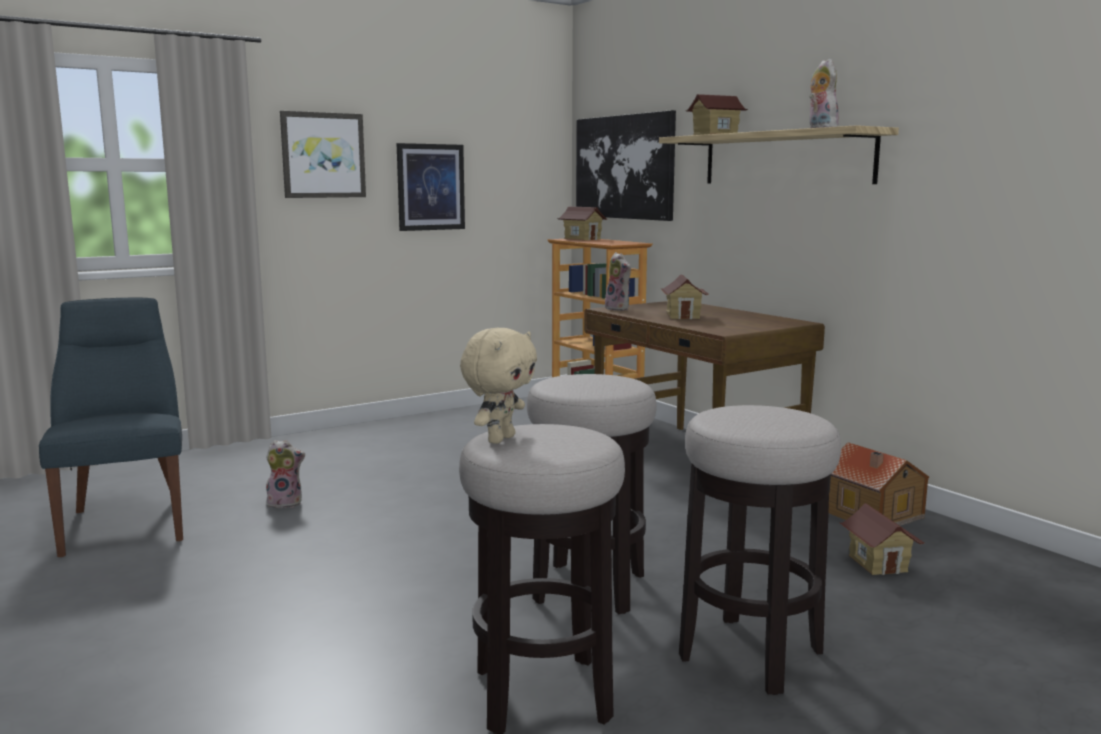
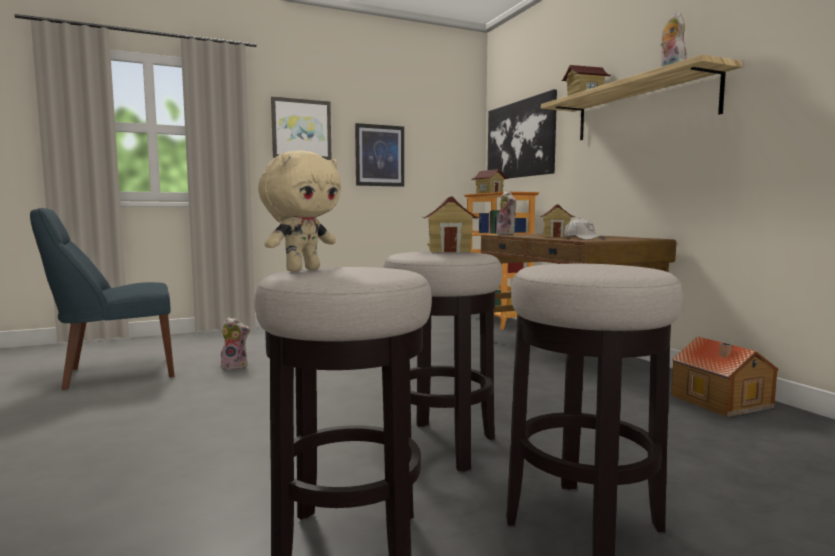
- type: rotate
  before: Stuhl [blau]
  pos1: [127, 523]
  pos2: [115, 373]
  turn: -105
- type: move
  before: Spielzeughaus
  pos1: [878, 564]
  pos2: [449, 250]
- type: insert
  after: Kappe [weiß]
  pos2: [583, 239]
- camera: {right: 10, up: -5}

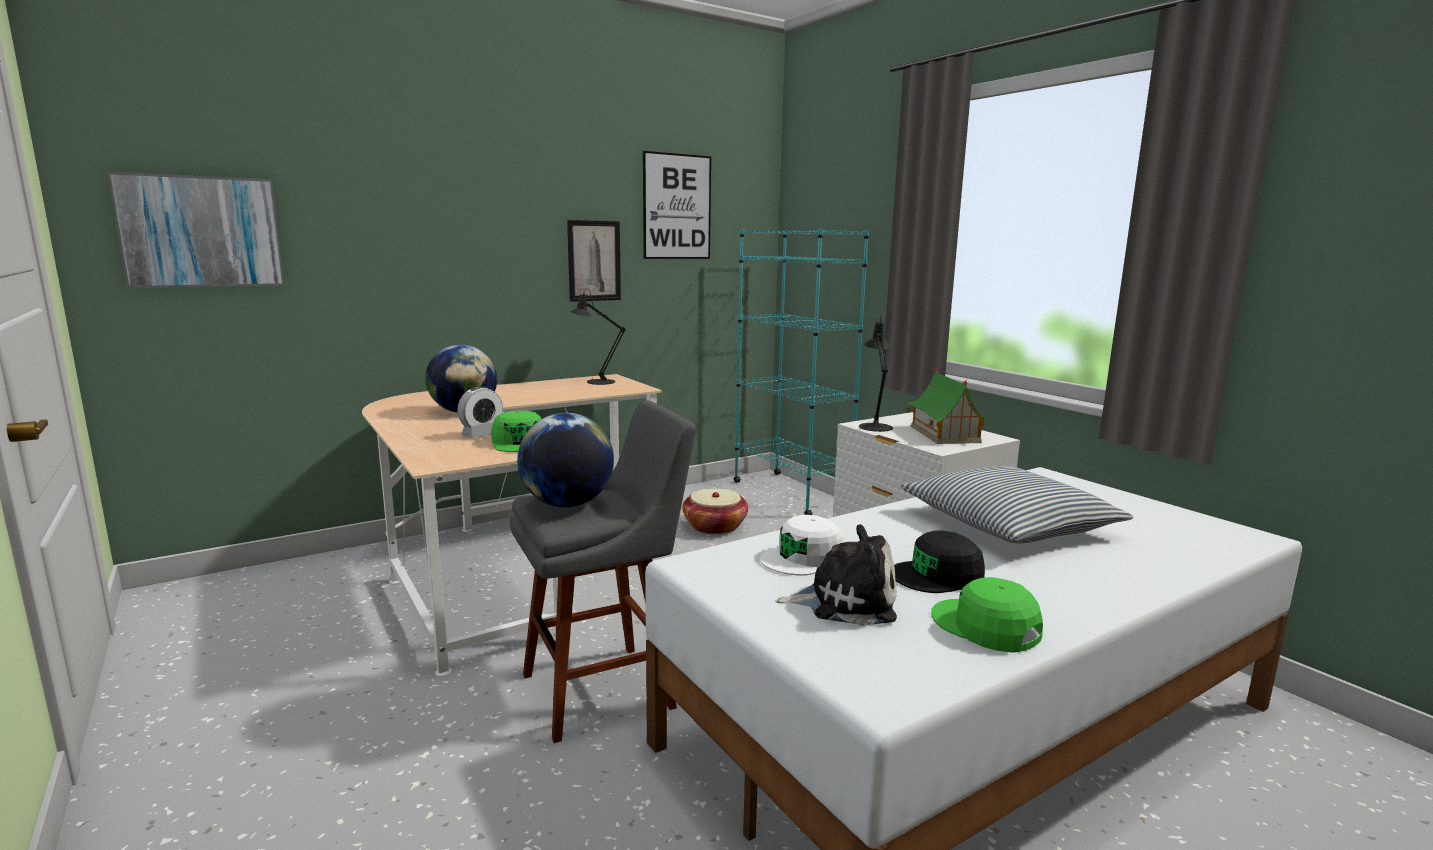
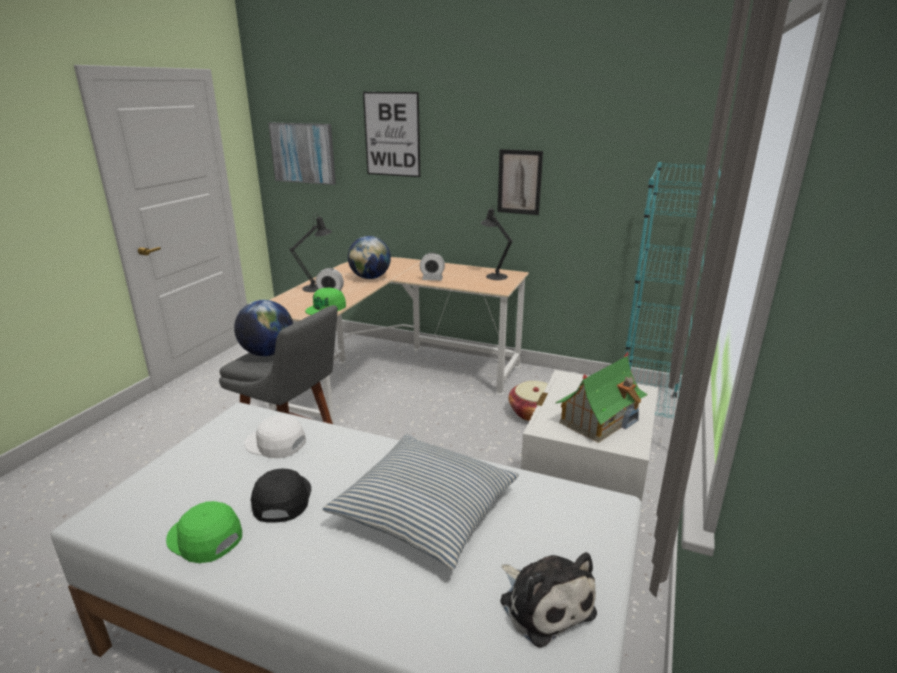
- type: move
  before: Bild
  pos1: [677, 207]
  pos2: [392, 134]
- type: move
  before: Plüschtier
  pos1: [845, 601]
  pos2: [544, 603]
- type: move
  before: Tischlampe [schwarz]
  pos1: [874, 426]
  pos2: [317, 287]
- type: rotate
  before: Kappe [schwarz]
  pos1: [937, 576]
  pos2: [282, 499]
  turn: 45
- type: rotate
  before: Kappe [grün]
  pos1: [985, 626]
  pos2: [205, 537]
  turn: -75
- type: insert
  after: Wecker
  pos2: [432, 279]
- camera: {right: 55, up: 10}

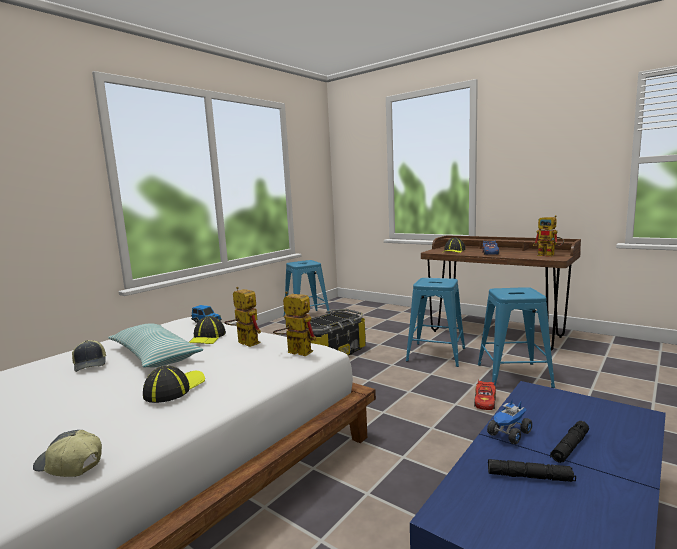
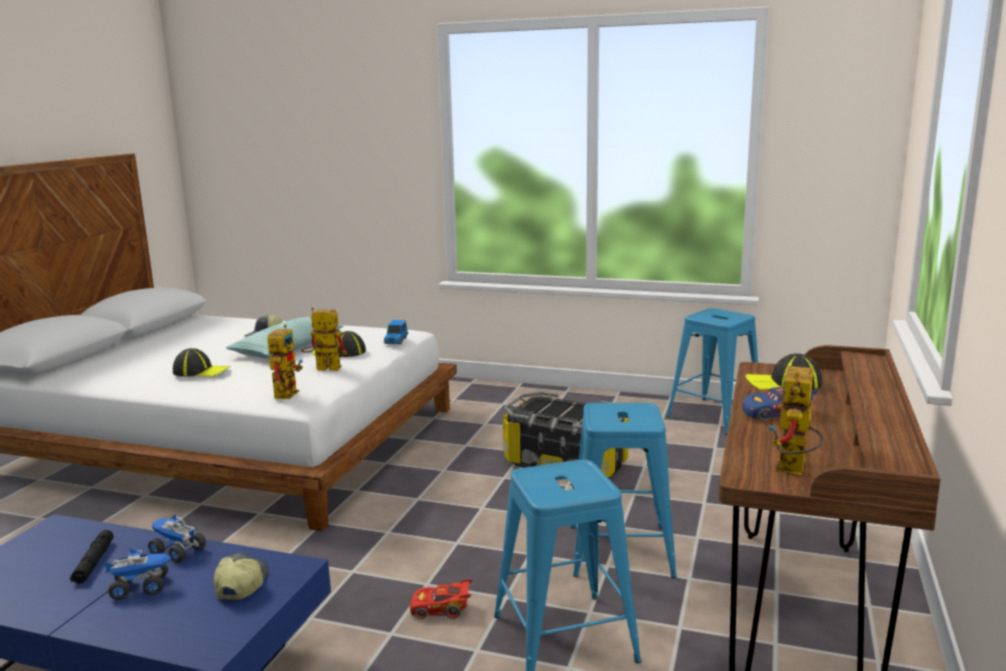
- type: move
  before: Kappe
  pos1: [69, 466]
  pos2: [241, 584]
- type: rotate
  before: Spielzeugroboter
  pos1: [244, 342]
  pos2: [323, 369]
  turn: -105
- type: replace
  before: Taschenlampe [schwarz]
  after: Spielzeuglaster
  pos1: [570, 447]
  pos2: [141, 587]
- camera: {right: 70, up: 5}

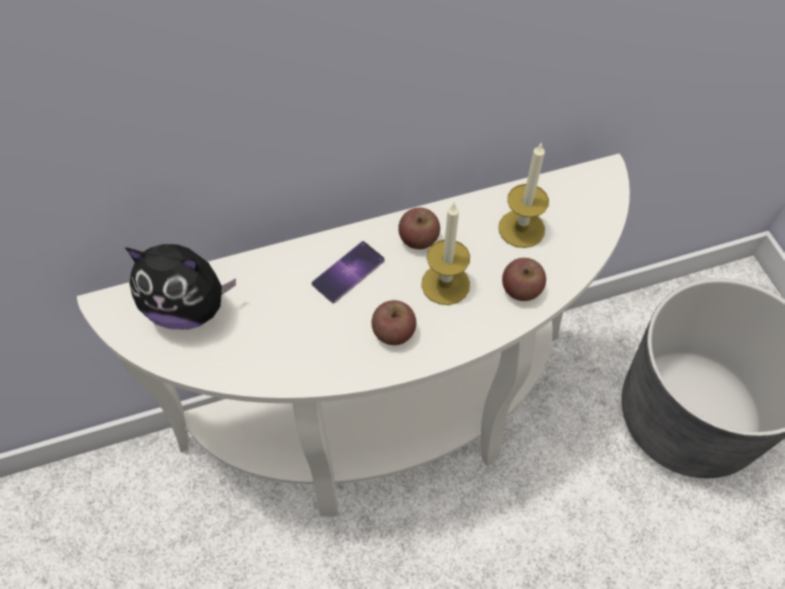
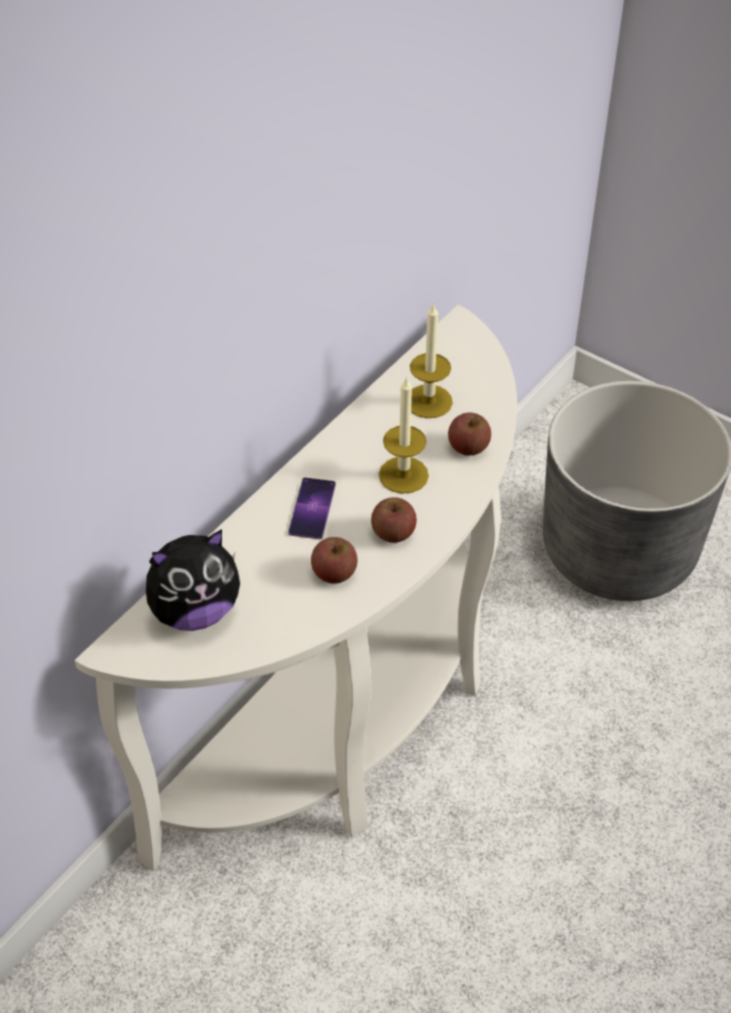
- type: move
  before: Apfel
  pos1: [418, 239]
  pos2: [334, 573]
- camera: {right: -35, up: -10}

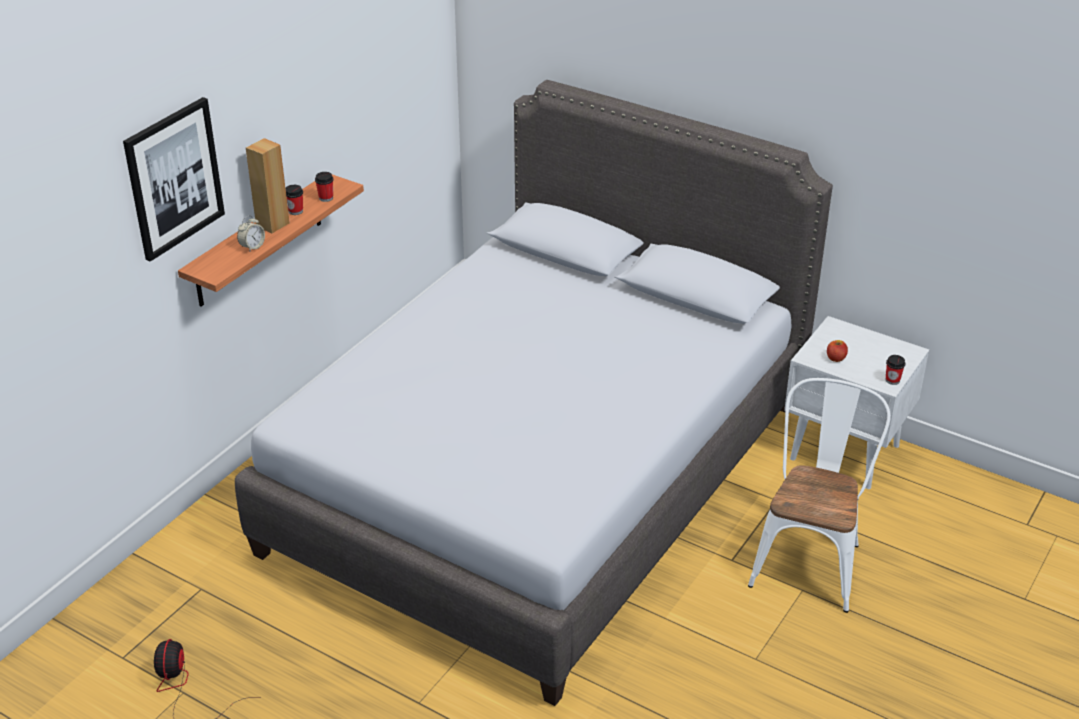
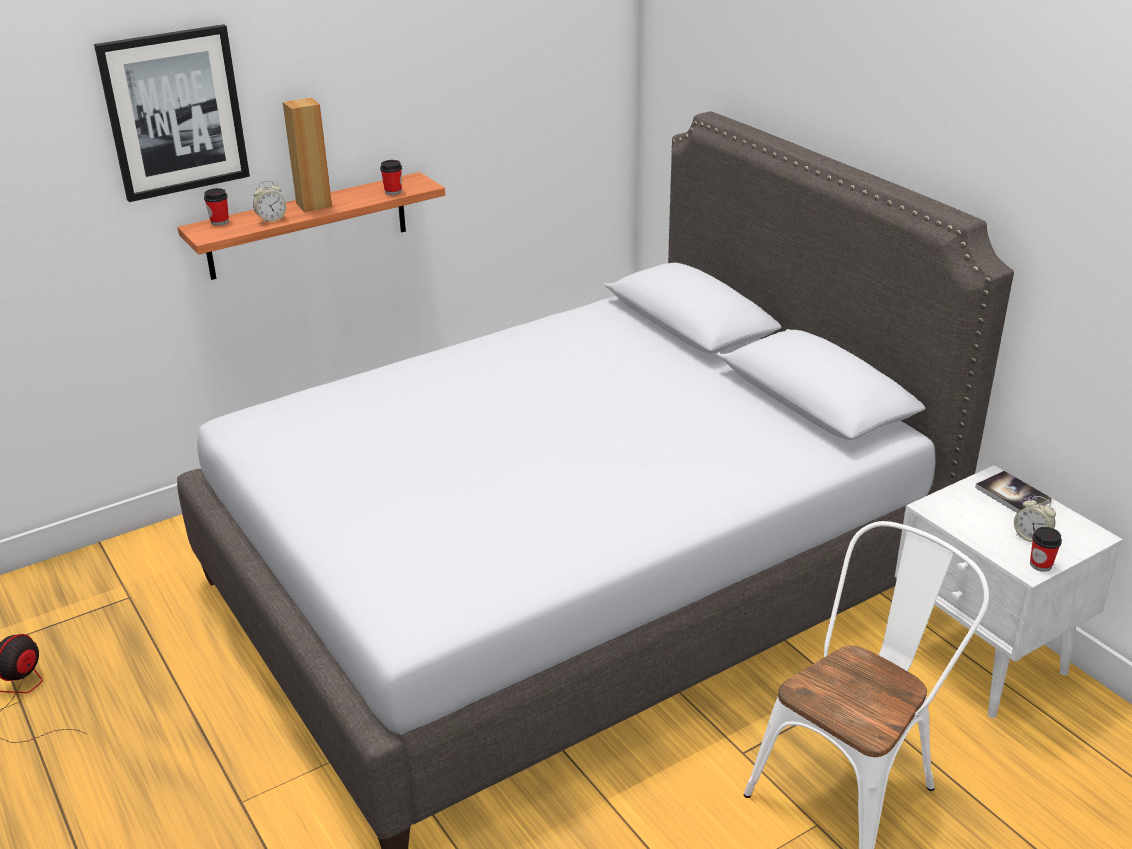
- type: move
  before: Tasse
  pos1: [295, 211]
  pos2: [220, 222]
- type: delete
  before: Apfel
  pos1: [835, 358]
- type: insert
  after: Buch
  pos2: [1012, 495]
- type: insert
  after: Wecker
  pos2: [1031, 537]
- camera: {right: 25, up: -5}

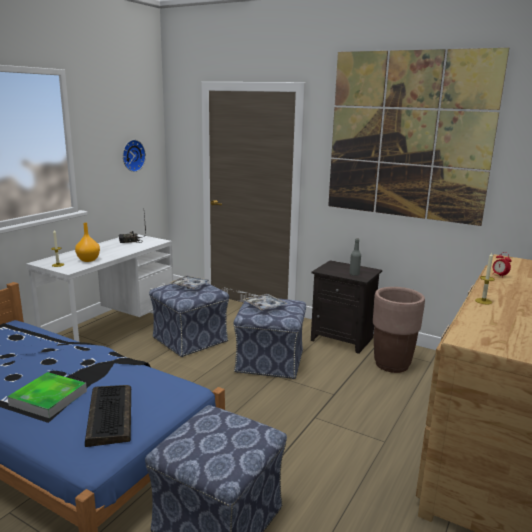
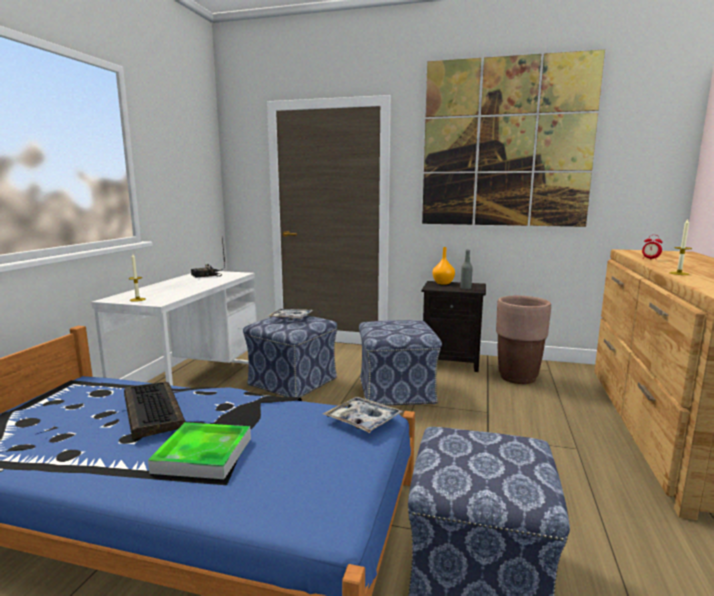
- type: move
  before: Vase [orange]
  pos1: [89, 260]
  pos2: [443, 283]
- type: move
  before: Tastatur
  pos1: [109, 415]
  pos2: [152, 410]
- type: delete
  before: Wanduhr
  pos1: [132, 155]
- type: move
  before: Tablett
  pos1: [264, 306]
  pos2: [363, 420]
- camera: {right: -15, up: -5}

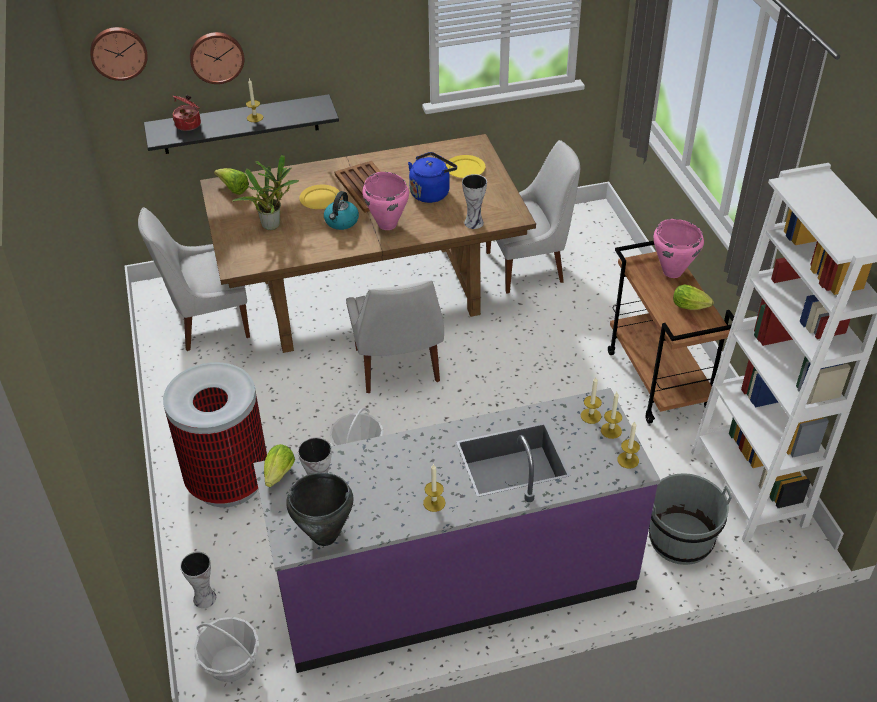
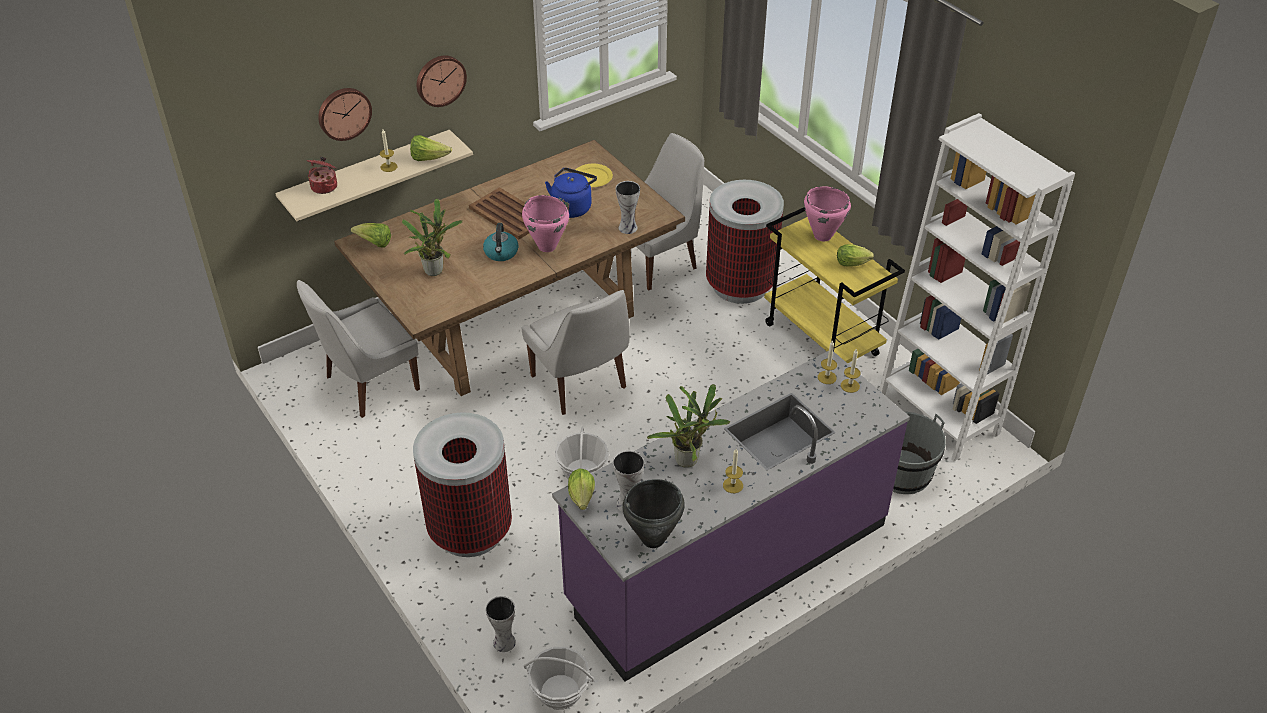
- type: move
  before: Wanduhr
  pos1: [118, 52]
  pos2: [440, 80]
- type: recolor
  before: Wandregal [schwarz]
  after: Wandregal [beige]
  pos1: [240, 124]
  pos2: [367, 176]
- type: delete
  before: Teller [gelb]
  pos1: [320, 199]
- type: recolor
  before: Rollwagen [braun]
  after: Rollwagen [gelb]
  pos1: [659, 381]
  pos2: [822, 339]
- type: delete
  before: Kerze
  pos1: [628, 460]
- type: insert
  after: Salatkopf
  pos2: [429, 158]
- type: insert
  after: Topfpflanze
  pos2: [689, 459]
- type: insert
  after: Mülleimer
  pos2: [740, 285]
- camera: {right: -20, up: 0}

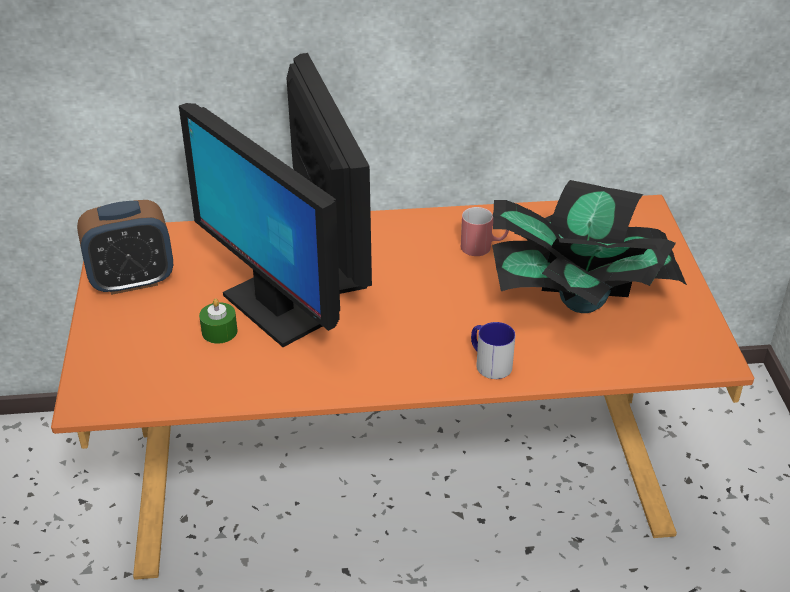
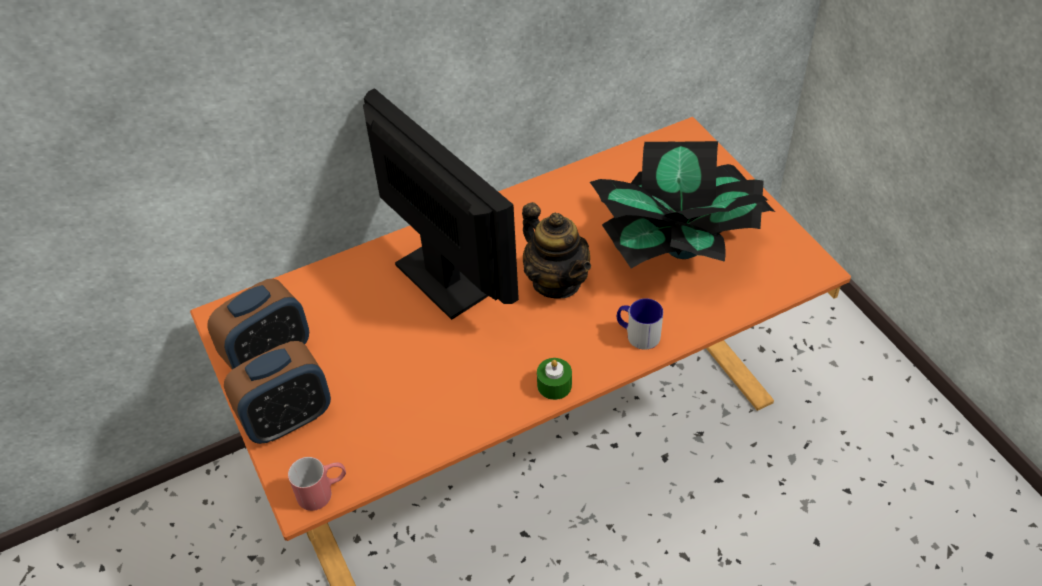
- type: delete
  before: Monitor
  pos1: [274, 308]
- type: move
  before: Kerze [grün]
  pos1: [219, 331]
  pos2: [554, 385]
- type: move
  before: Henkelbecher [rot]
  pos1: [483, 247]
  pos2: [323, 491]
- type: insert
  after: Wecker
  pos2: [288, 419]
- type: insert
  after: Teekanne
  pos2: [556, 281]
- camera: {right: -20, up: 10}

